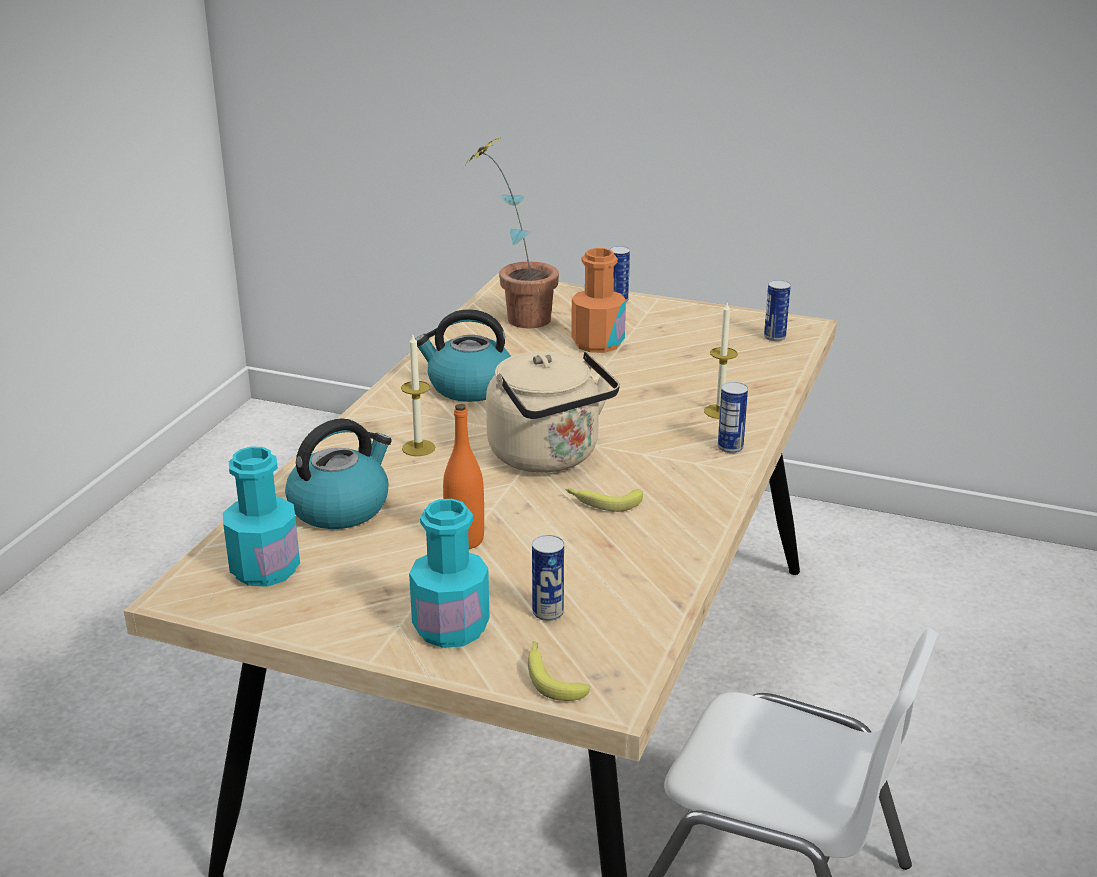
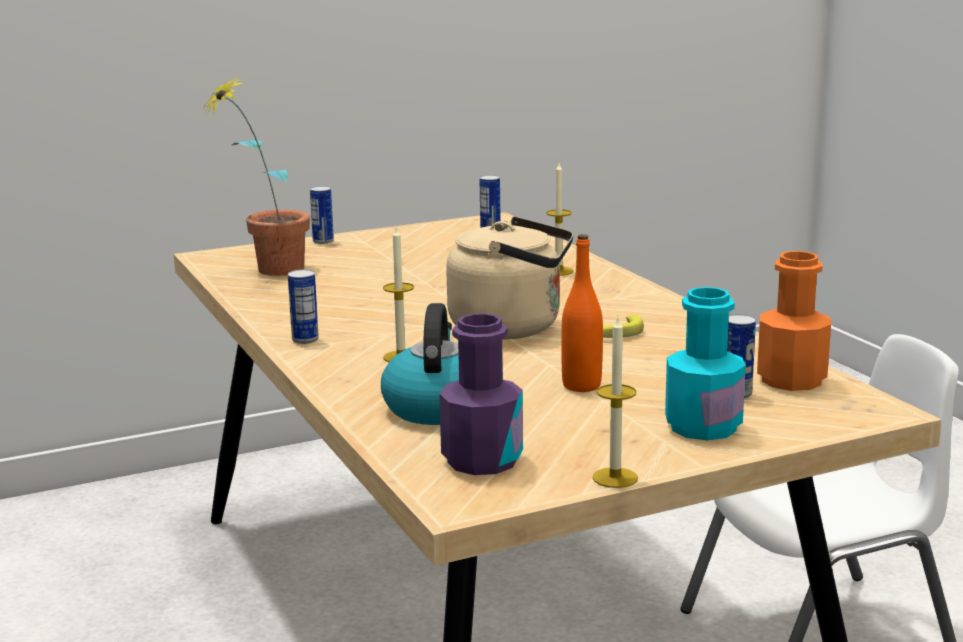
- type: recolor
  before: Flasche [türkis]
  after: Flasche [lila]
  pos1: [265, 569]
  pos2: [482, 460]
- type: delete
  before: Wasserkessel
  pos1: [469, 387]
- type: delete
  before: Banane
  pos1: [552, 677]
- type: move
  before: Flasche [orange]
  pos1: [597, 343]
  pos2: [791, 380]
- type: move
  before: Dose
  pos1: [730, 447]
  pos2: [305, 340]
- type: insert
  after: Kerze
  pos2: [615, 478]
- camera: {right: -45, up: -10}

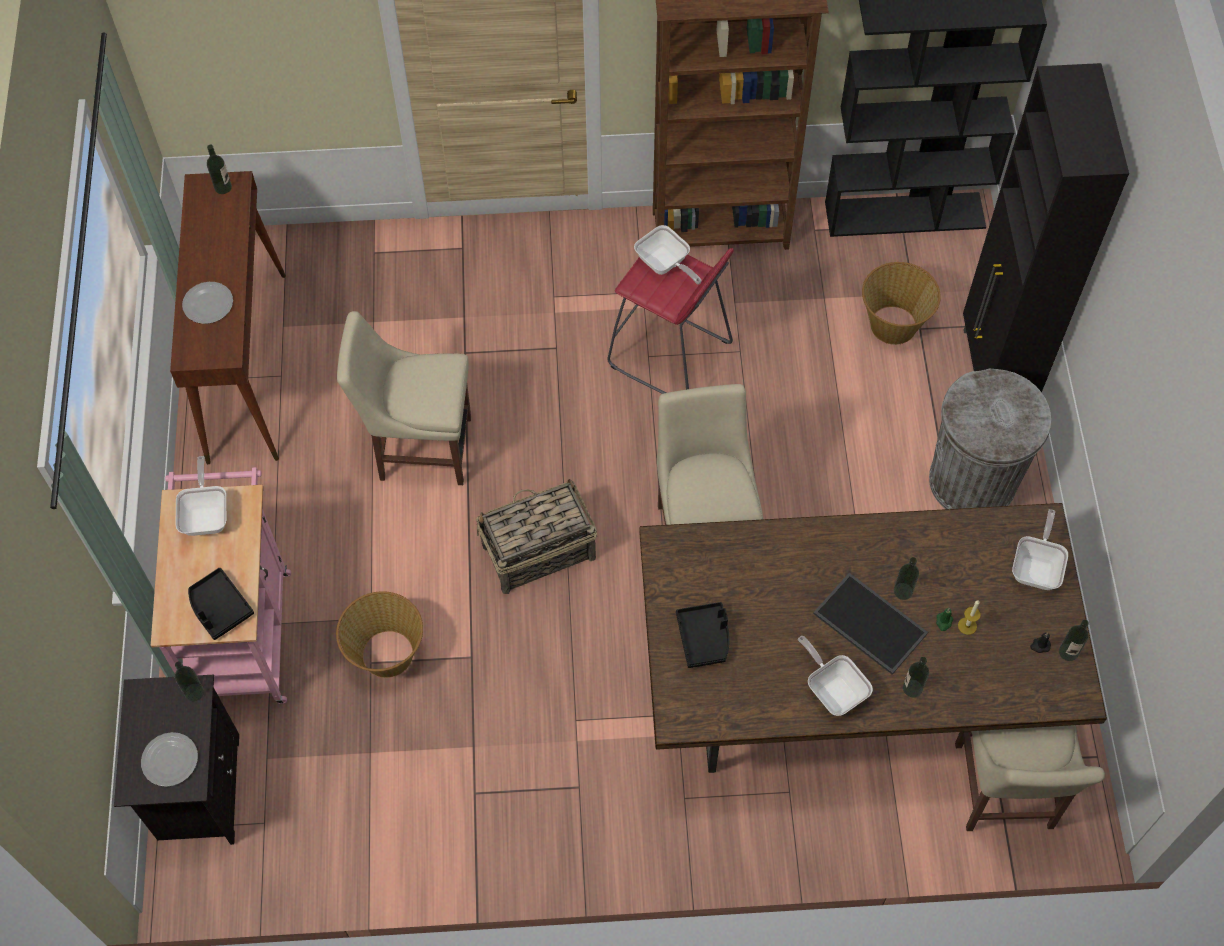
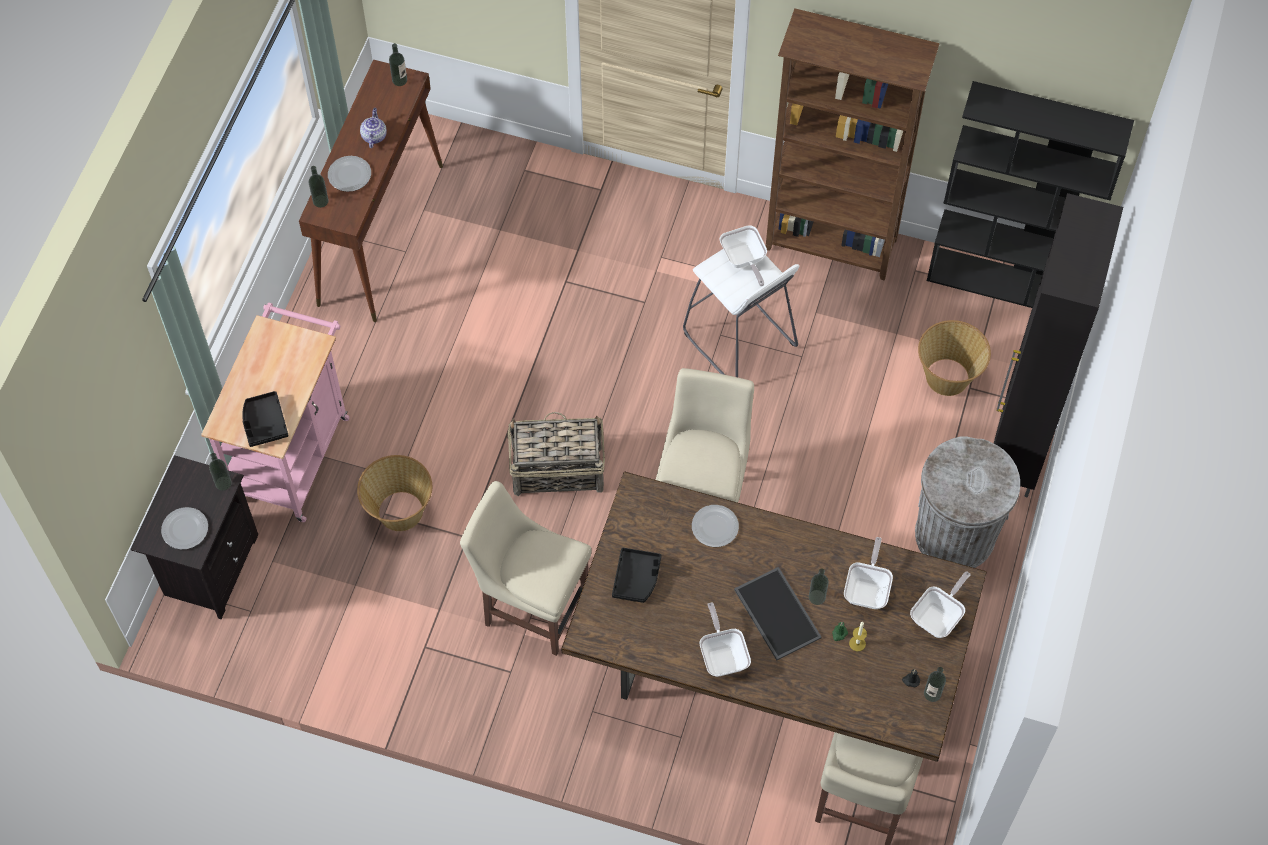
- type: move
  before: Pfanne
  pos1: [207, 515]
  pos2: [868, 589]
- type: move
  before: Stuhl [beige]
  pos1: [420, 447]
  pos2: [532, 606]
- type: recolor
  before: Hocker [rot]
  after: Hocker [weiß]
  pos1: [670, 356]
  pos2: [739, 340]
- type: move
  before: Flasche
  pos1: [912, 688]
  pos2: [320, 201]
- type: insert
  after: Teekanne
  pos2: [374, 136]
- type: insert
  after: Teller
  pos2: [714, 527]
- camera: {right: 20, up: 0}

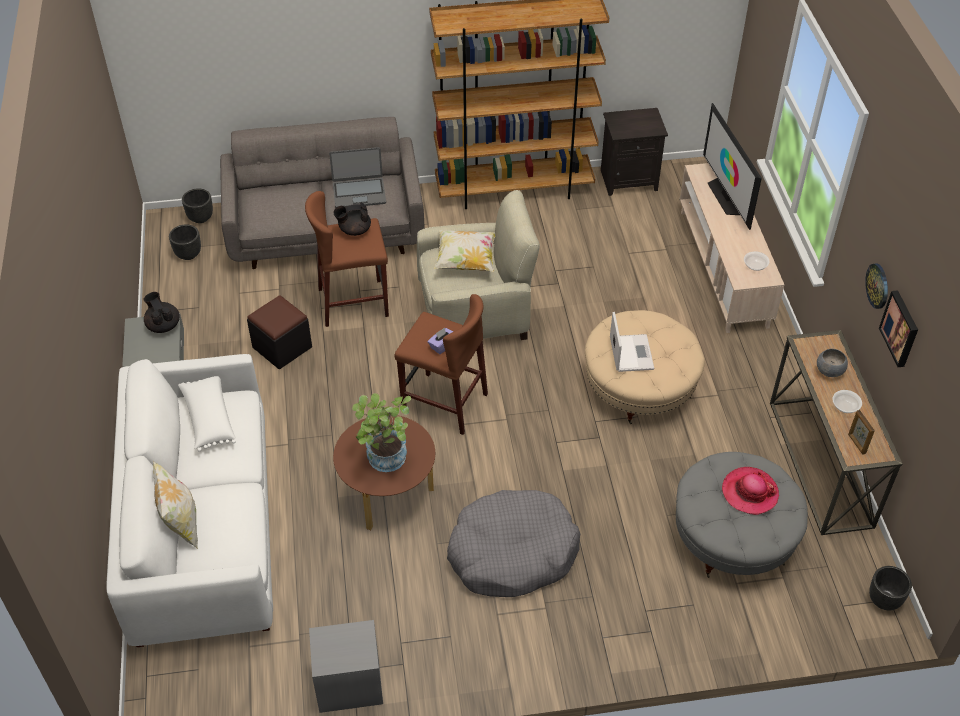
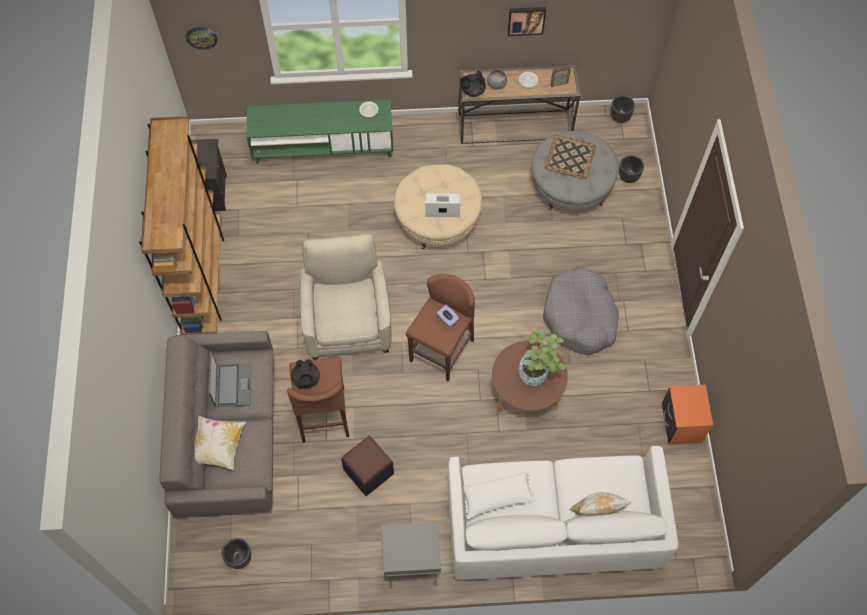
- type: move
  before: Teekanne [schwarz]
  pos1: [163, 325]
  pos2: [472, 91]
- type: move
  before: Pflanzkübel [schwarz]
  pos1: [201, 217]
  pos2: [628, 176]
- type: recolor
  before: Nachttisch [grau]
  after: Nachttisch [orange]
  pos1: [349, 684]
  pos2: [681, 424]
- type: move
  before: Kissen
  pos1: [466, 261]
  pos2: [217, 446]
- type: recolor
  before: Fernsehschrank [beige]
  after: Fernsehschrank [grün]
  pos1: [723, 267]
  pos2: [323, 146]
- type: delete
  before: Fernseher
  pos1: [726, 197]
- type: replace
  before: Hut
  after: Tablett
  pos1: [749, 492]
  pos2: [570, 157]
- type: move
  before: Wanduhr
  pos1: [878, 286]
  pos2: [201, 37]
- camera: {right: -85, up: 15}

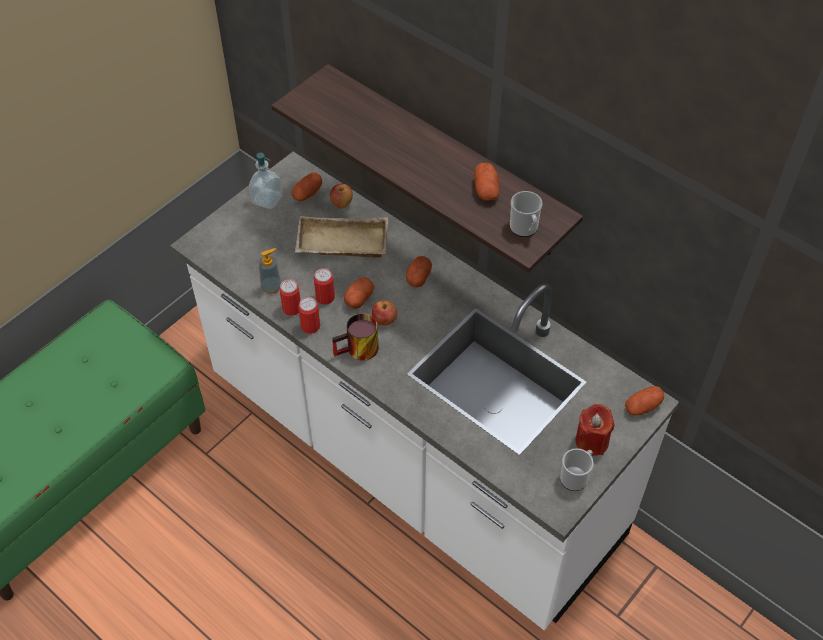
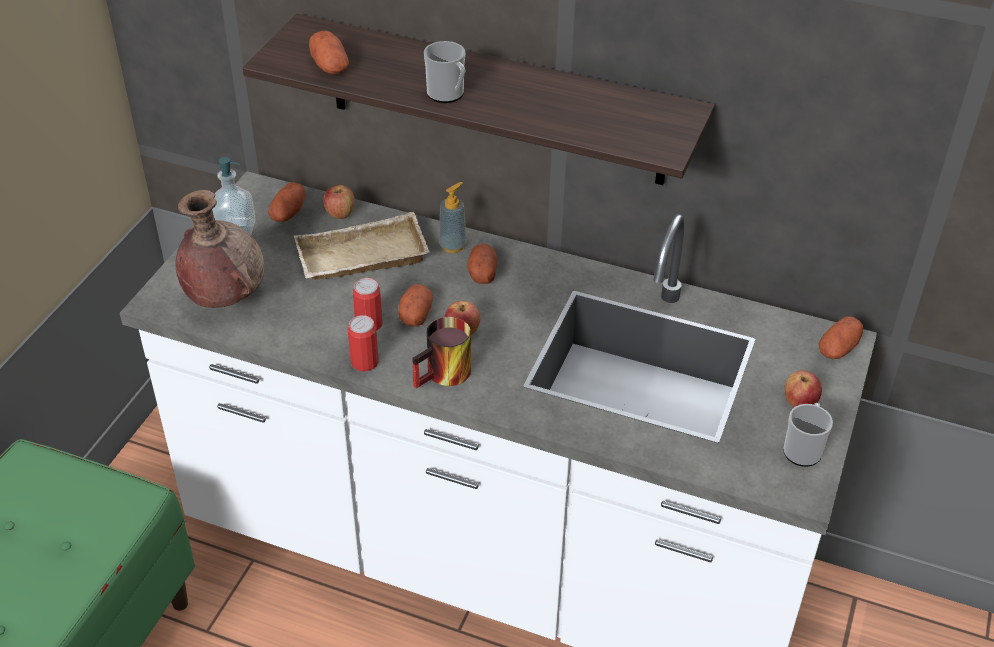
- type: move
  before: Seifenspender
  pos1: [271, 287]
  pos2: [452, 245]
- type: delete
  before: Dose
  pos1: [292, 308]
- type: move
  before: Kartoffel
  pos1: [486, 189]
  pos2: [330, 66]
- type: move
  before: Henkelbecher
  pos1: [525, 229]
  pos2: [448, 95]
- type: replace
  before: Kerze [rot]
  after: Apfel
  pos1: [591, 441]
  pos2: [799, 403]
- type: insert
  after: Vase [braun]
  pos2: [224, 296]
- camera: {right: -20, up: -10}

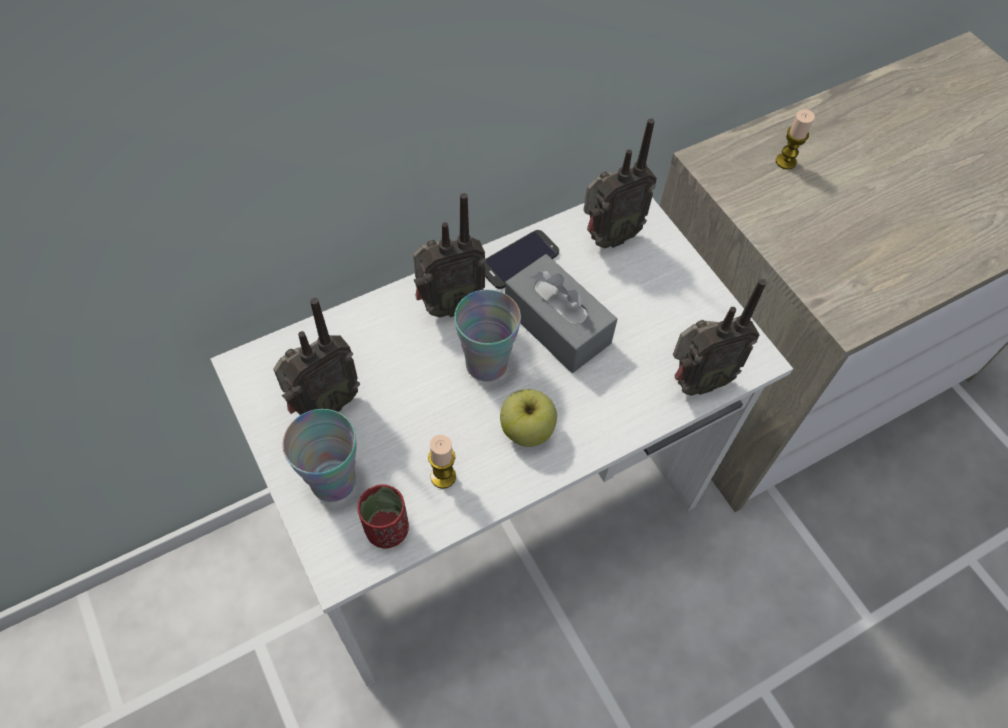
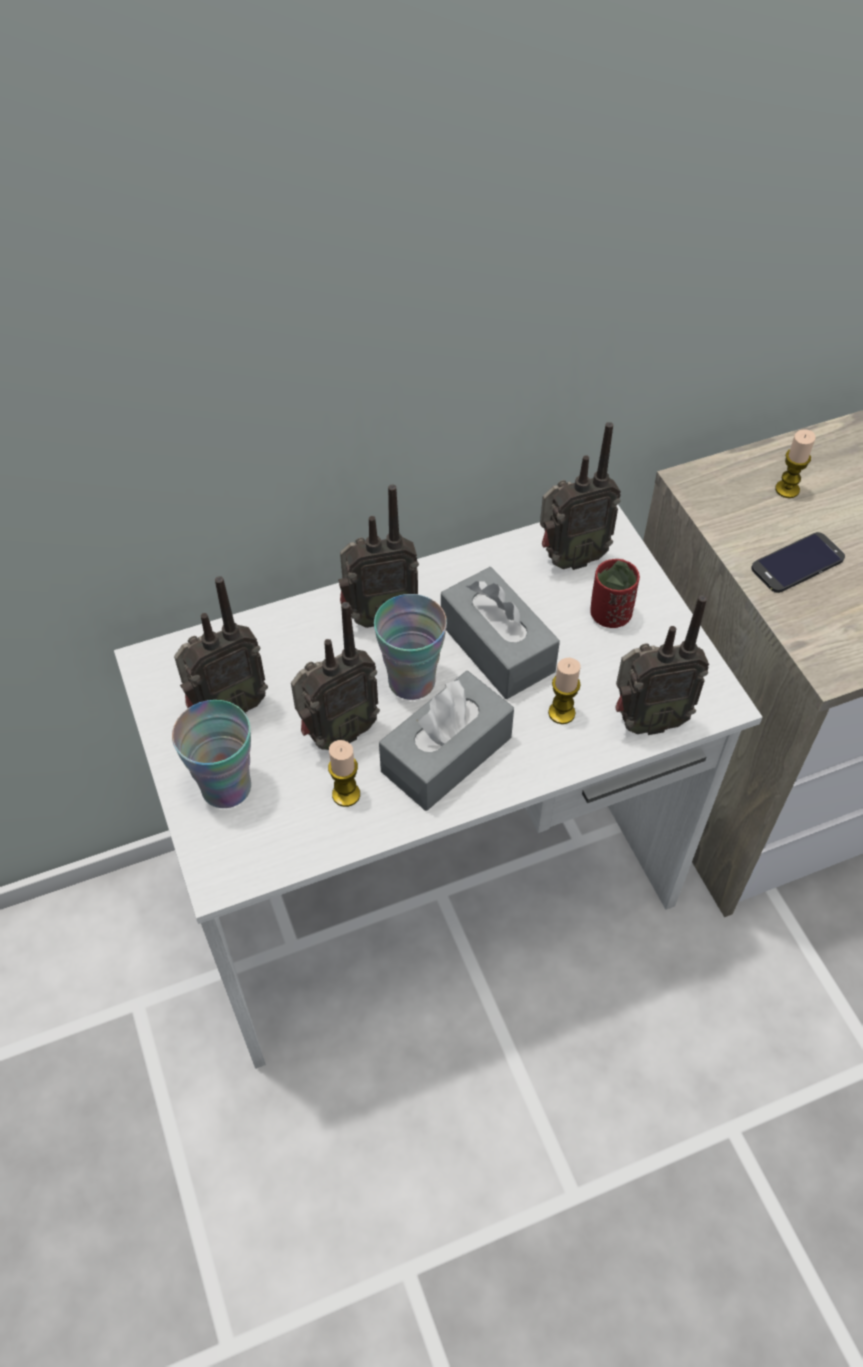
- type: move
  before: Tasse [rot]
  pos1: [386, 529]
  pos2: [610, 614]
- type: move
  before: Handy
  pos1: [519, 259]
  pos2: [797, 563]
- type: replace
  before: Apfel
  after: Taschentuchbox [grau]
  pos1: [527, 429]
  pos2: [446, 754]
- type: insert
  after: Radio
  pos2: [337, 733]
- type: insert
  after: Kerze
  pos2: [561, 713]
- camera: {right: 10, up: -5}

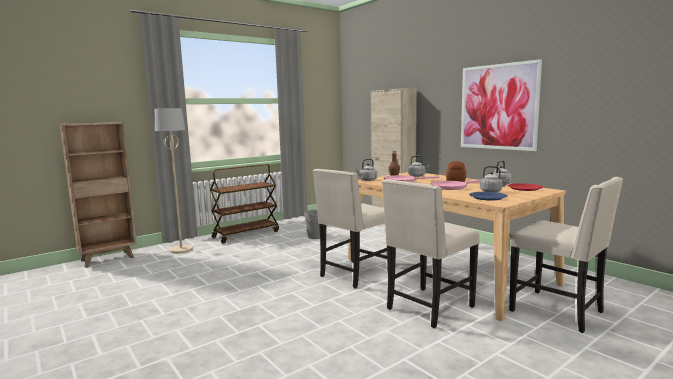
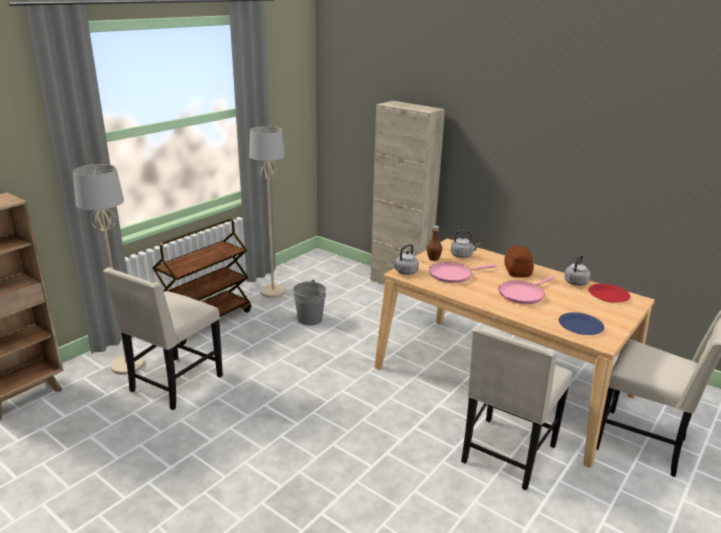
- type: move
  before: Stuhl [beige]
  pos1: [354, 275]
  pos2: [174, 384]
- type: delete
  before: Bild
  pos1: [498, 107]
- type: delete
  before: Wasserkessel [grau]
  pos1: [492, 191]
- type: insert
  after: Stehlampe [beige]
  pos2: [273, 292]
- camera: {right: -15, up: 15}

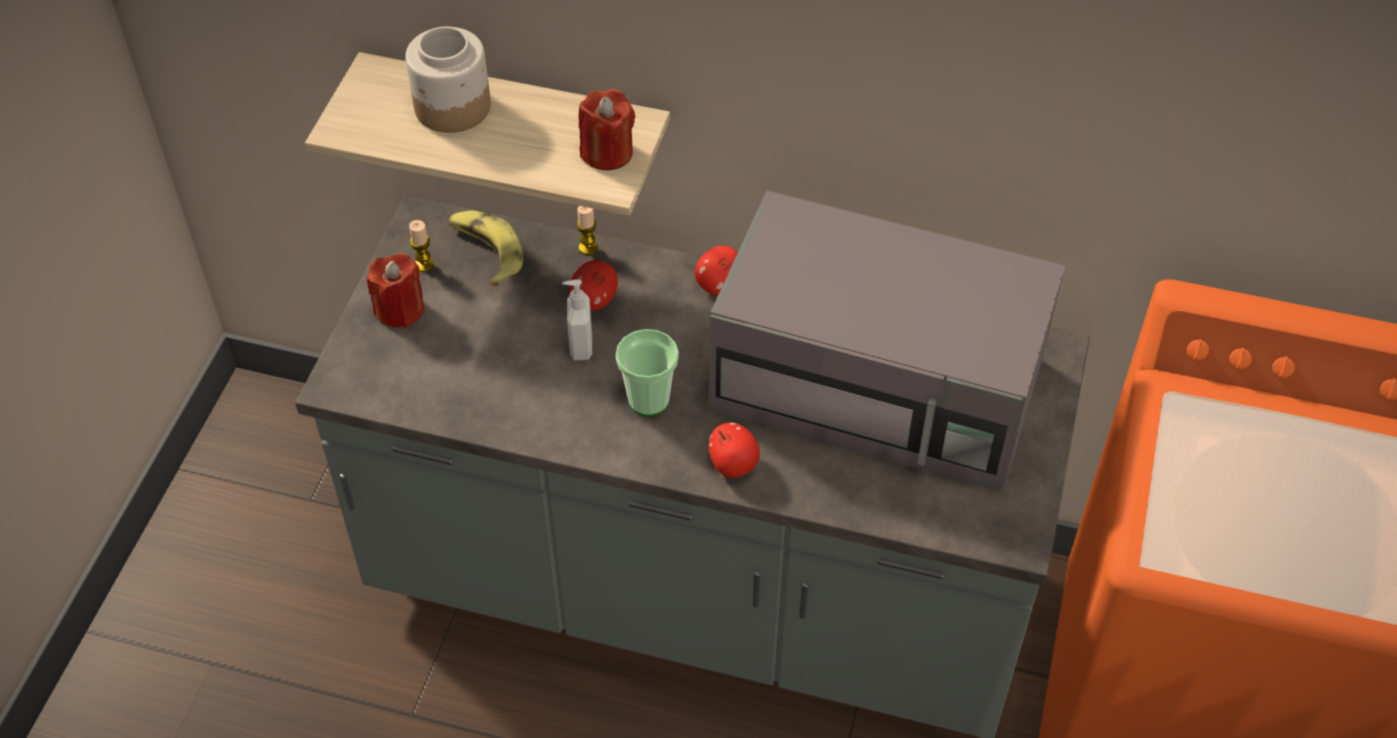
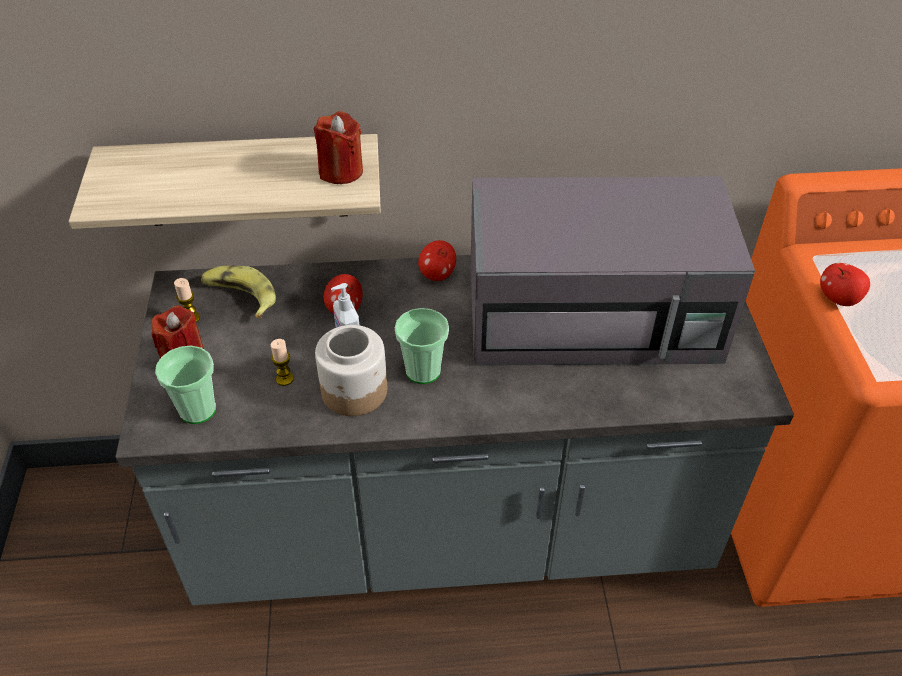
- type: move
  before: Vorratsglas
  pos1: [452, 107]
  pos2: [354, 391]
- type: move
  before: Kerze
  pos1: [588, 247]
  pos2: [285, 379]
- type: move
  before: Apfel
  pos1: [733, 464]
  pos2: [838, 298]
- type: insert
  after: Tasse
  pos2: [197, 409]
- camera: {right: -20, up: -5}

